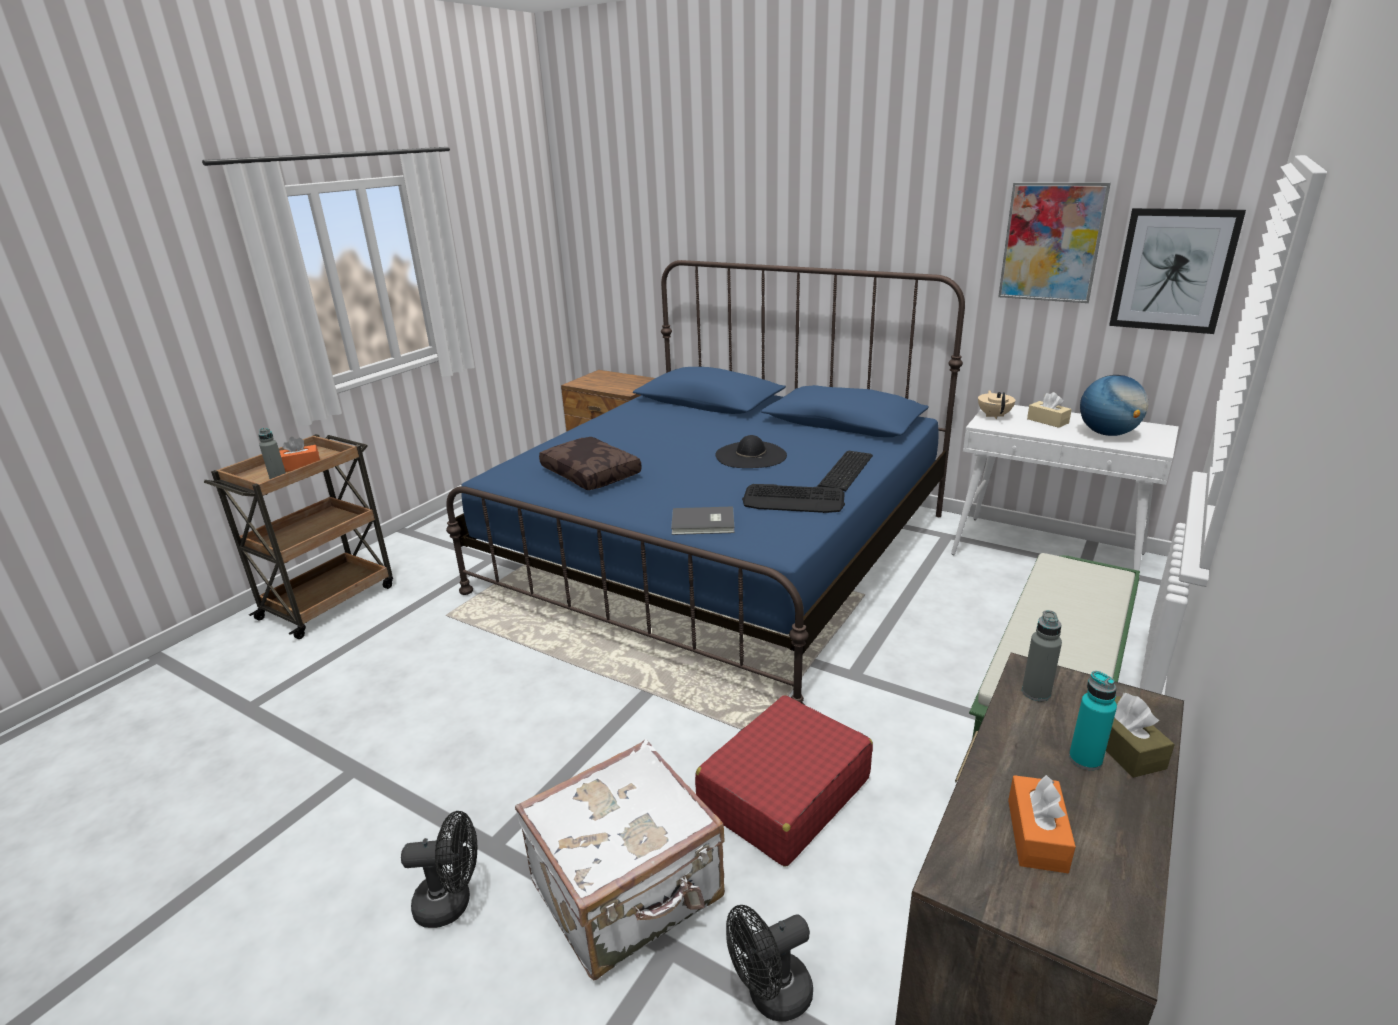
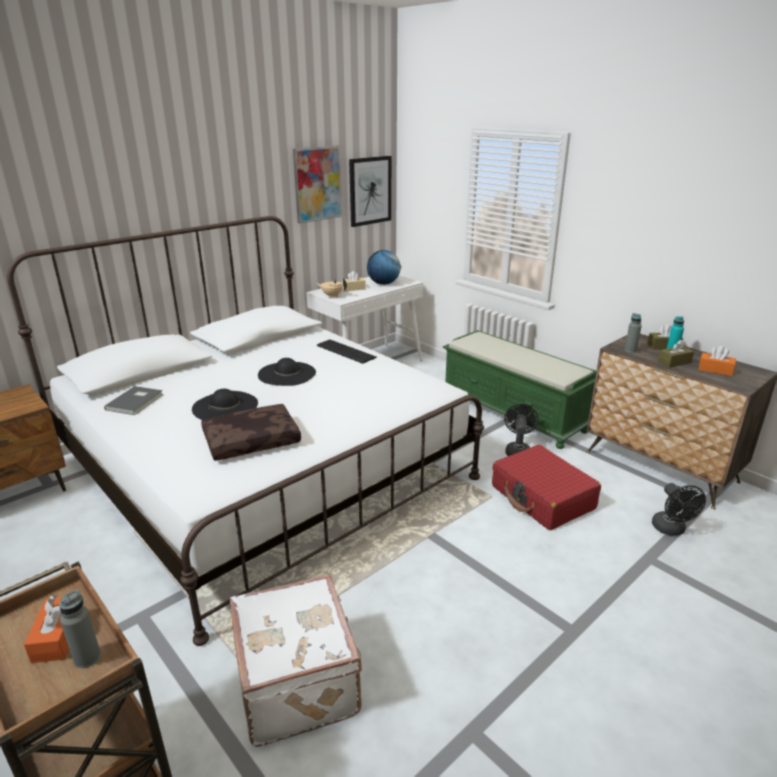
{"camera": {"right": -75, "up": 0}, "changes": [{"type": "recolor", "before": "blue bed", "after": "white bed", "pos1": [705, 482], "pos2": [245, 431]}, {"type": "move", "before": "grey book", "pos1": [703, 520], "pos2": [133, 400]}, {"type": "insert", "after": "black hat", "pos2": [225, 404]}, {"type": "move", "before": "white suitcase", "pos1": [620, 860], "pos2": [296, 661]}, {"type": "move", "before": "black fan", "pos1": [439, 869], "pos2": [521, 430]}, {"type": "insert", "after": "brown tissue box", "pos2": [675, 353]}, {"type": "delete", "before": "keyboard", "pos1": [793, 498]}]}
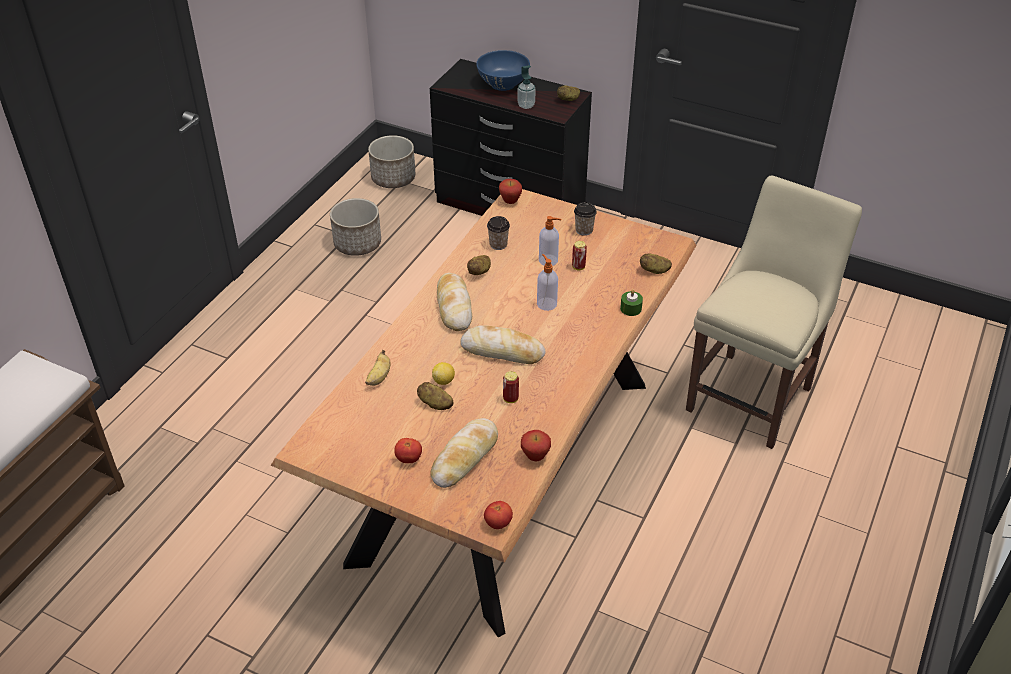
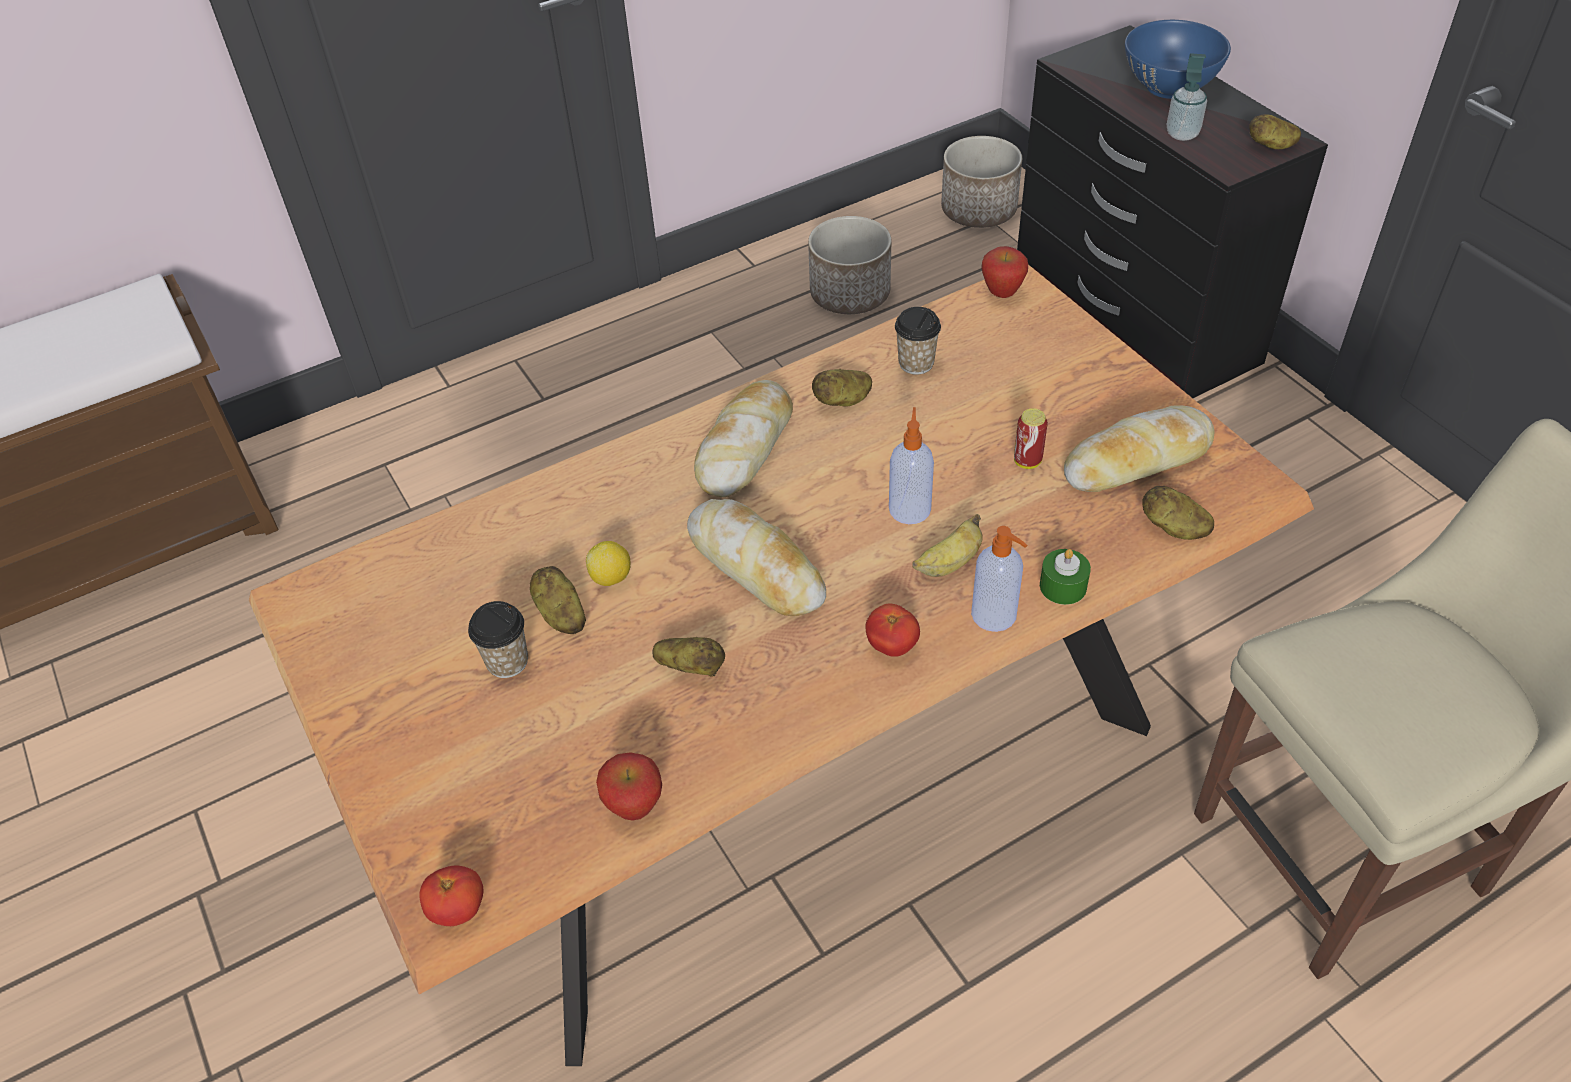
{"camera": {"right": 35, "up": 5}, "changes": [{"type": "move", "before": "cup", "pos1": [585, 219], "pos2": [498, 639]}, {"type": "replace", "before": "can", "after": "potato", "pos1": [511, 387], "pos2": [688, 657]}, {"type": "move", "before": "tomato", "pos1": [408, 450], "pos2": [892, 630]}, {"type": "move", "before": "banana", "pos1": [377, 368], "pos2": [947, 545]}, {"type": "move", "before": "soap dispenser", "pos1": [550, 241], "pos2": [999, 579]}, {"type": "move", "before": "bread", "pos1": [464, 453], "pos2": [1139, 448]}]}
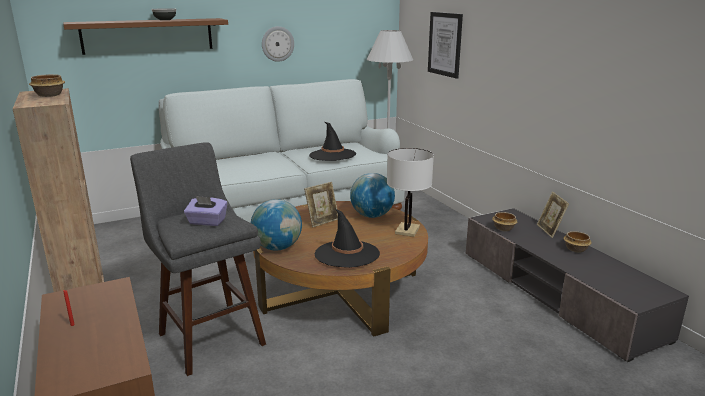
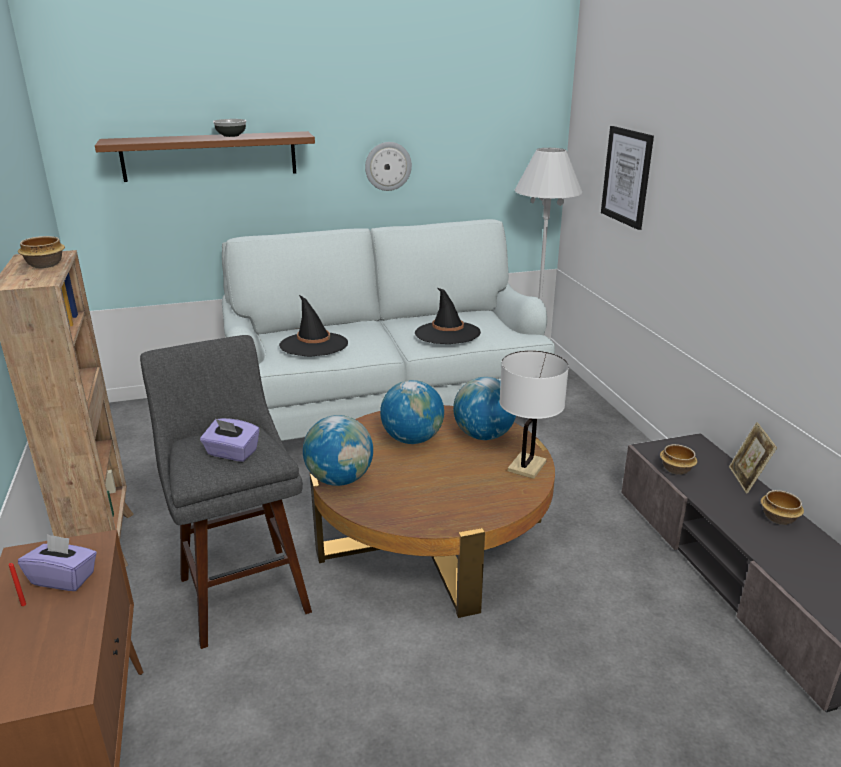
{"camera": {"right": 10, "up": 5}, "changes": [{"type": "insert", "after": "purple tissue box", "pos2": [57, 562]}, {"type": "move", "before": "black hat", "pos1": [347, 238], "pos2": [313, 325]}, {"type": "replace", "before": "picture frame", "after": "globe", "pos1": [321, 204], "pos2": [412, 412]}]}
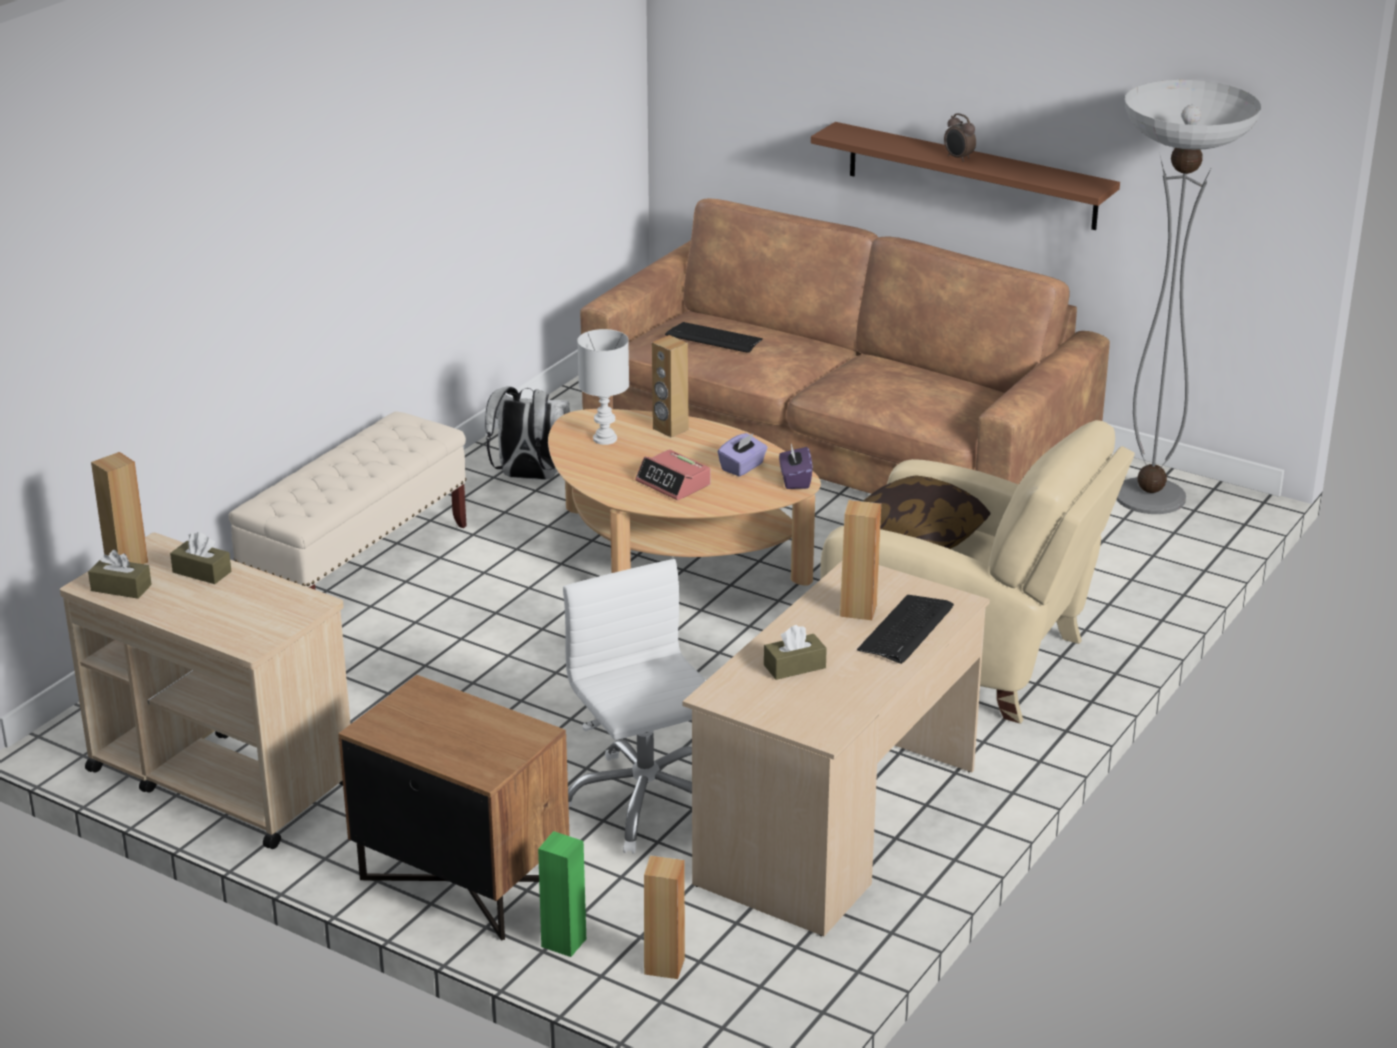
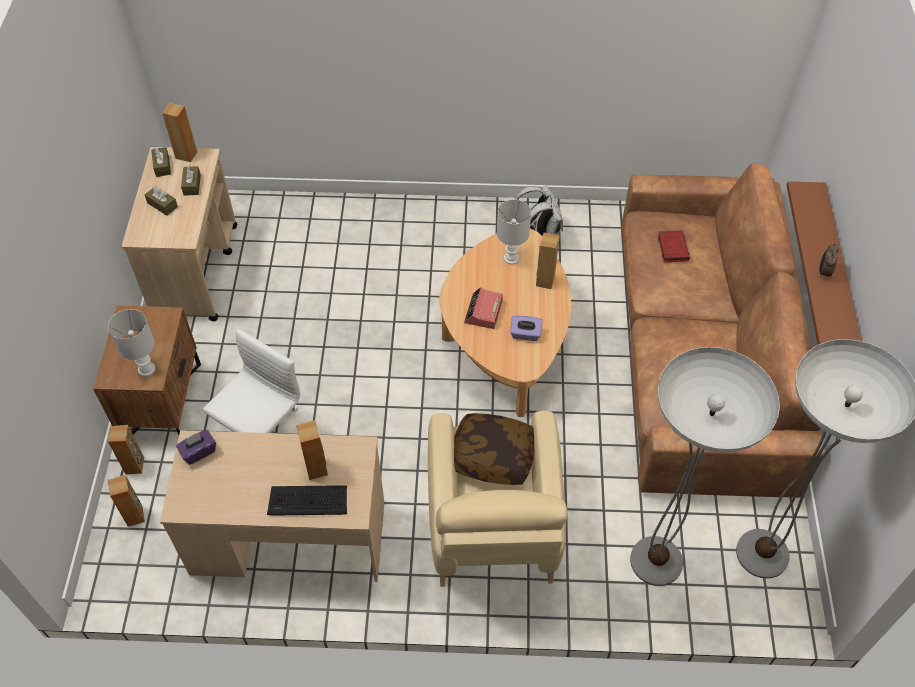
{"camera": {"right": 60, "up": 25}, "changes": [{"type": "insert", "after": "white table lamp", "pos2": [131, 343]}, {"type": "recolor", "before": "green speaker", "after": "brown speaker", "pos1": [562, 894], "pos2": [126, 449]}, {"type": "move", "before": "brown tissue box", "pos1": [795, 652], "pos2": [161, 201]}, {"type": "move", "before": "purple tissue box", "pos1": [796, 466], "pos2": [196, 447]}, {"type": "insert", "after": "floor lamp", "pos2": [705, 466]}, {"type": "replace", "before": "keyboard", "after": "red book", "pos1": [714, 337], "pos2": [674, 246]}, {"type": "delete", "before": "beige bench", "pos1": [347, 500]}]}
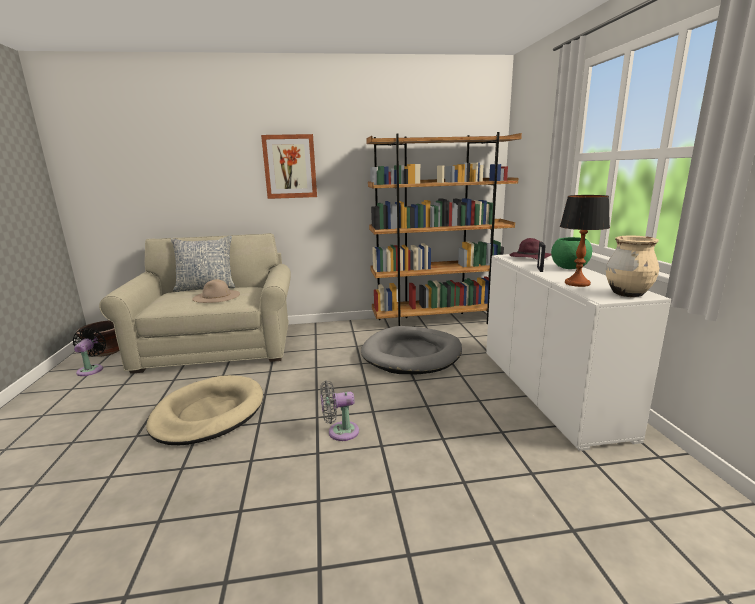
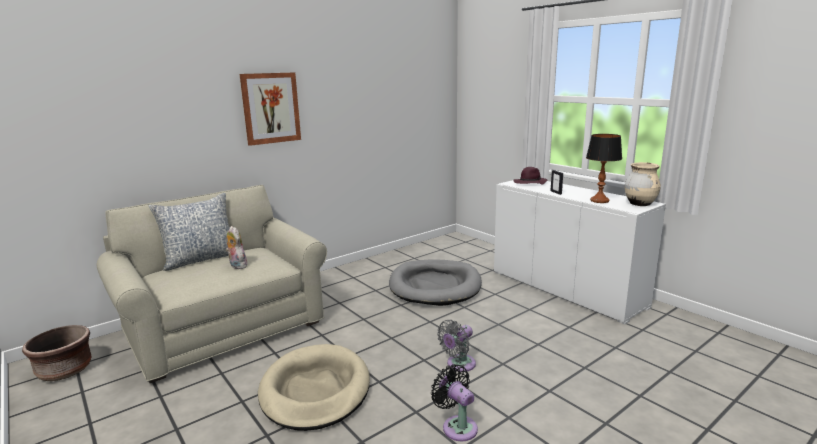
{"camera": {"right": -30, "up": 0}, "changes": [{"type": "replace", "before": "beige hat", "after": "plush toy", "pos1": [216, 291], "pos2": [236, 247]}, {"type": "move", "before": "black fan", "pos1": [89, 352], "pos2": [454, 402]}, {"type": "delete", "before": "brown bookcase", "pos1": [444, 229]}, {"type": "delete", "before": "green bowl", "pos1": [571, 253]}]}
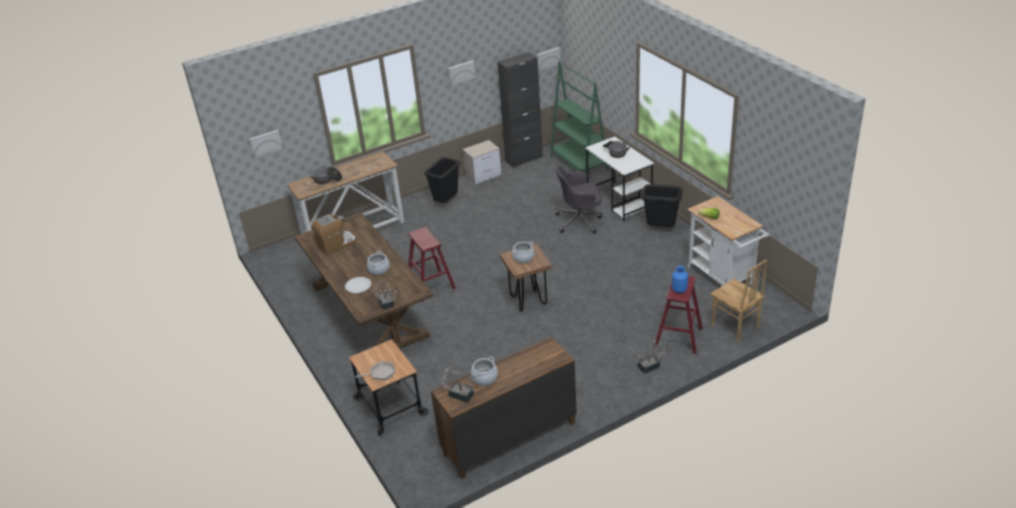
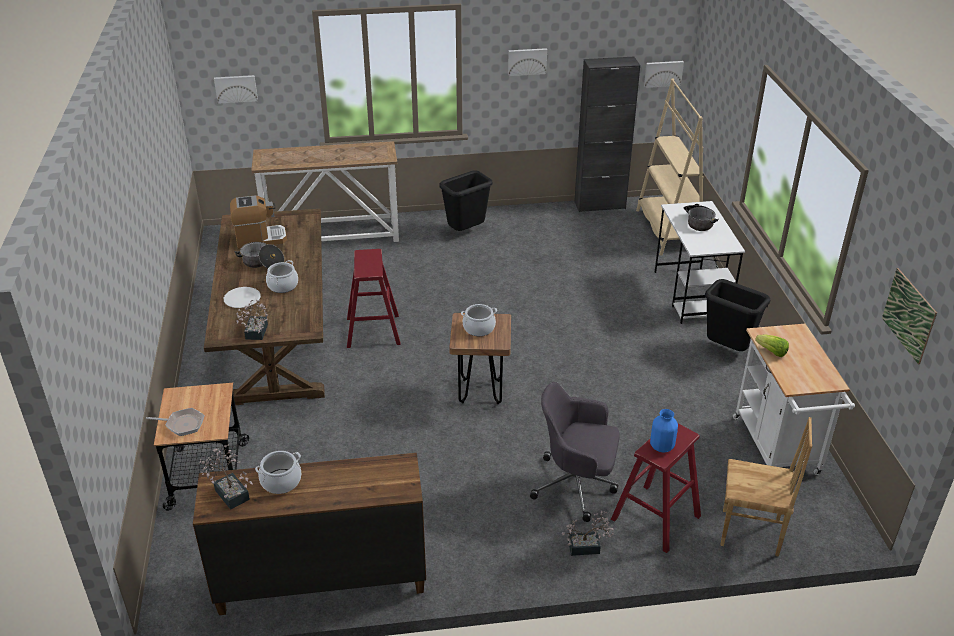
{"camera": {"right": 20, "up": 0}, "changes": [{"type": "move", "before": "cooking pot", "pos1": [326, 175], "pos2": [259, 255]}, {"type": "move", "before": "grey office chair", "pos1": [578, 199], "pos2": [575, 452]}, {"type": "recolor", "before": "green bookcase", "after": "beige bookcase", "pos1": [579, 117], "pos2": [670, 167]}, {"type": "rotate", "before": "brown chair", "pos1": [738, 301], "pos2": [766, 487], "turn": -60}, {"type": "insert", "after": "picture", "pos2": [909, 316]}, {"type": "delete", "before": "nightstand", "pos1": [482, 162]}]}
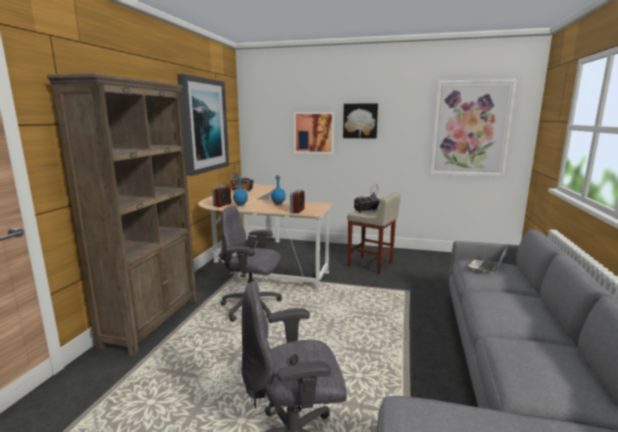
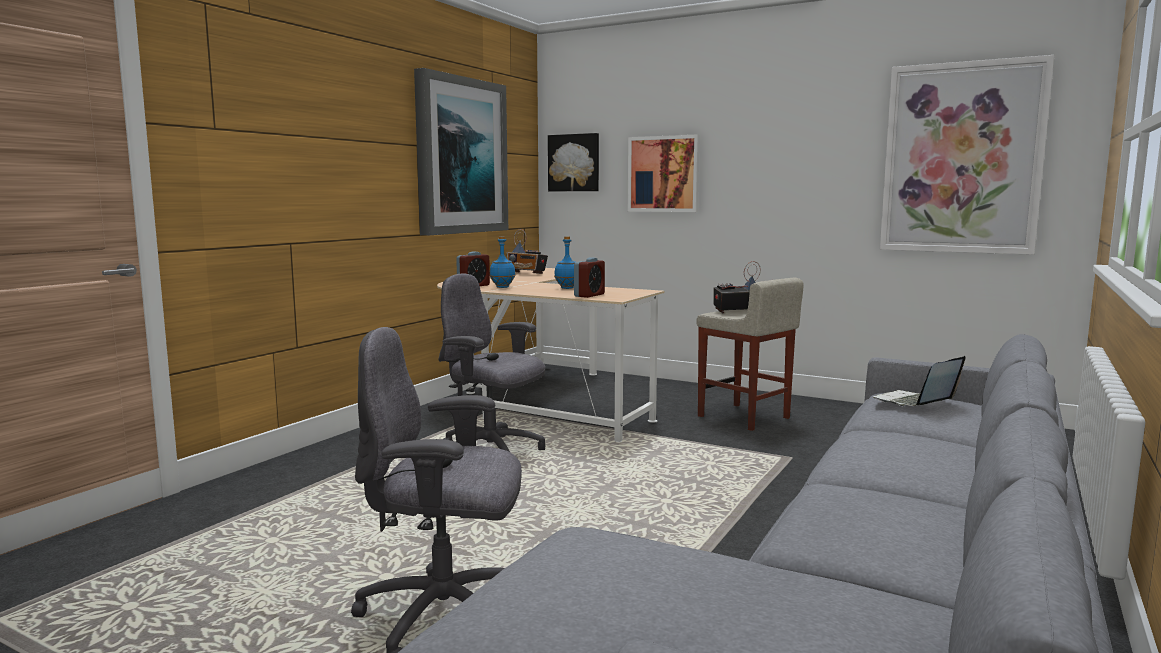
{"camera": {"right": 15, "up": -5}, "changes": [{"type": "move", "before": "picture", "pos1": [360, 121], "pos2": [573, 162]}, {"type": "delete", "before": "brown bookcase", "pos1": [122, 215]}]}
